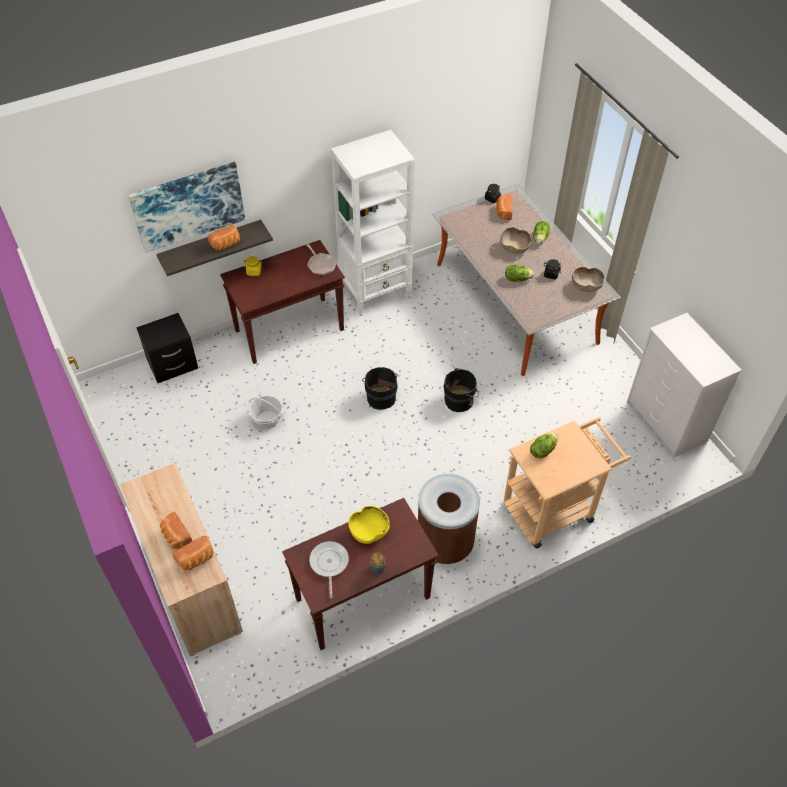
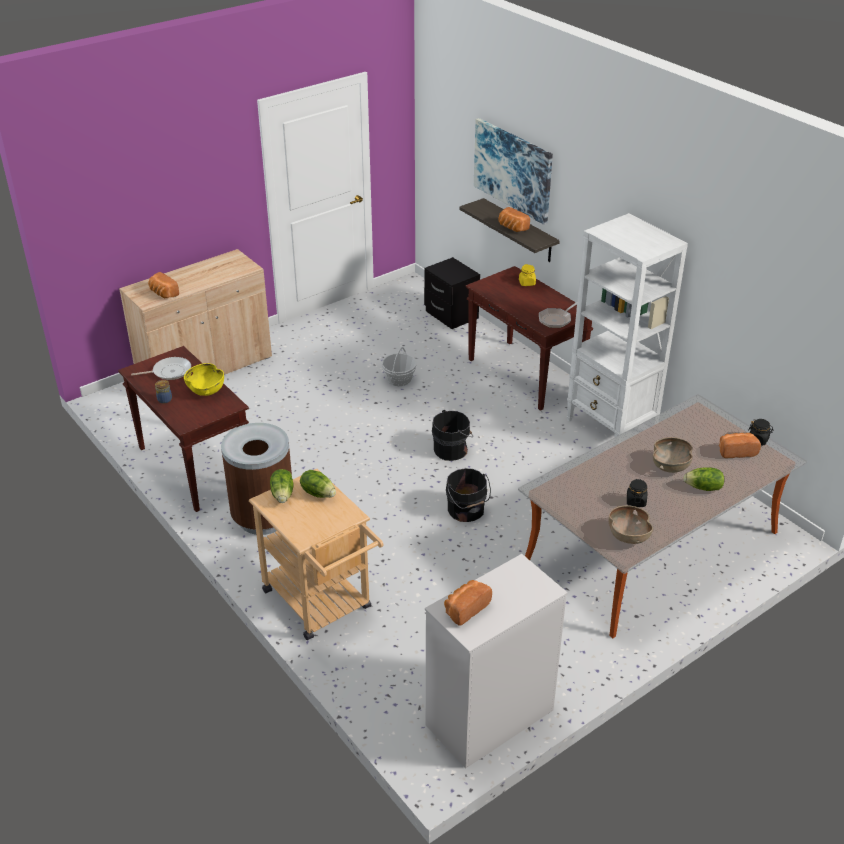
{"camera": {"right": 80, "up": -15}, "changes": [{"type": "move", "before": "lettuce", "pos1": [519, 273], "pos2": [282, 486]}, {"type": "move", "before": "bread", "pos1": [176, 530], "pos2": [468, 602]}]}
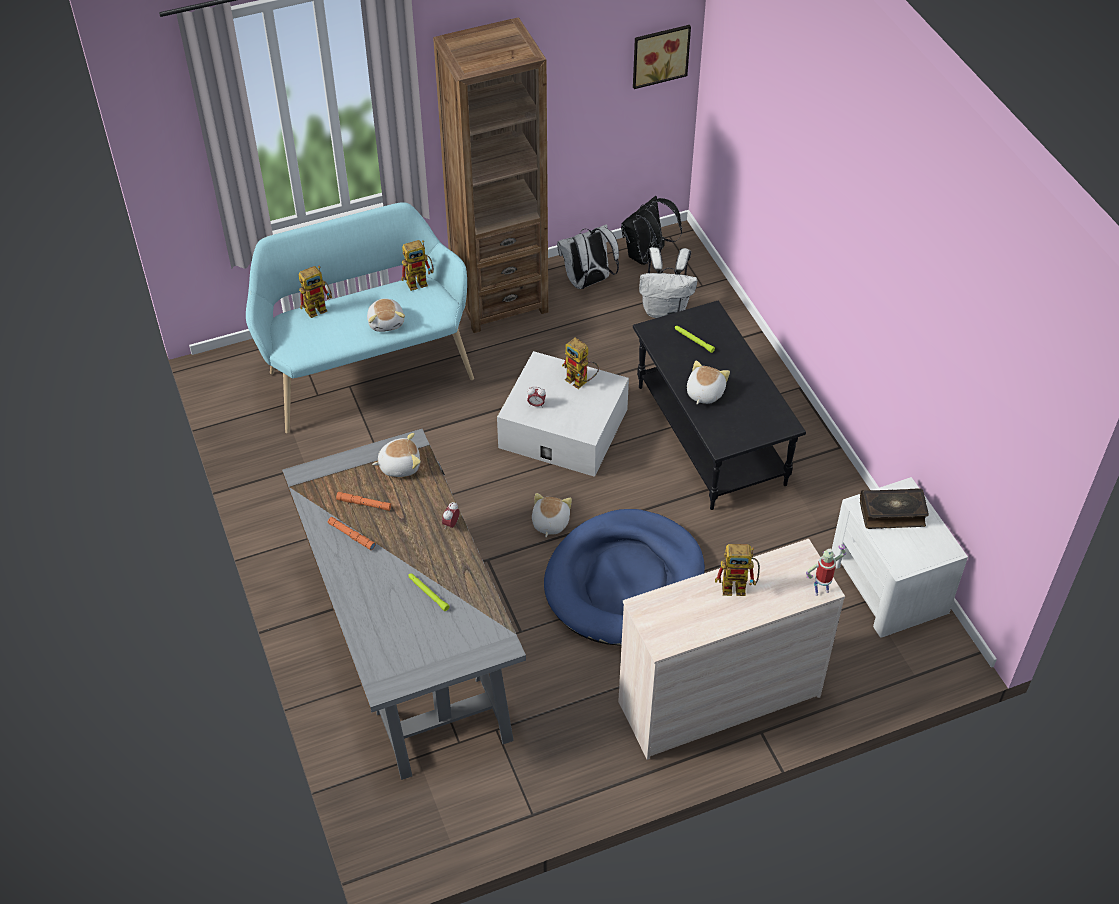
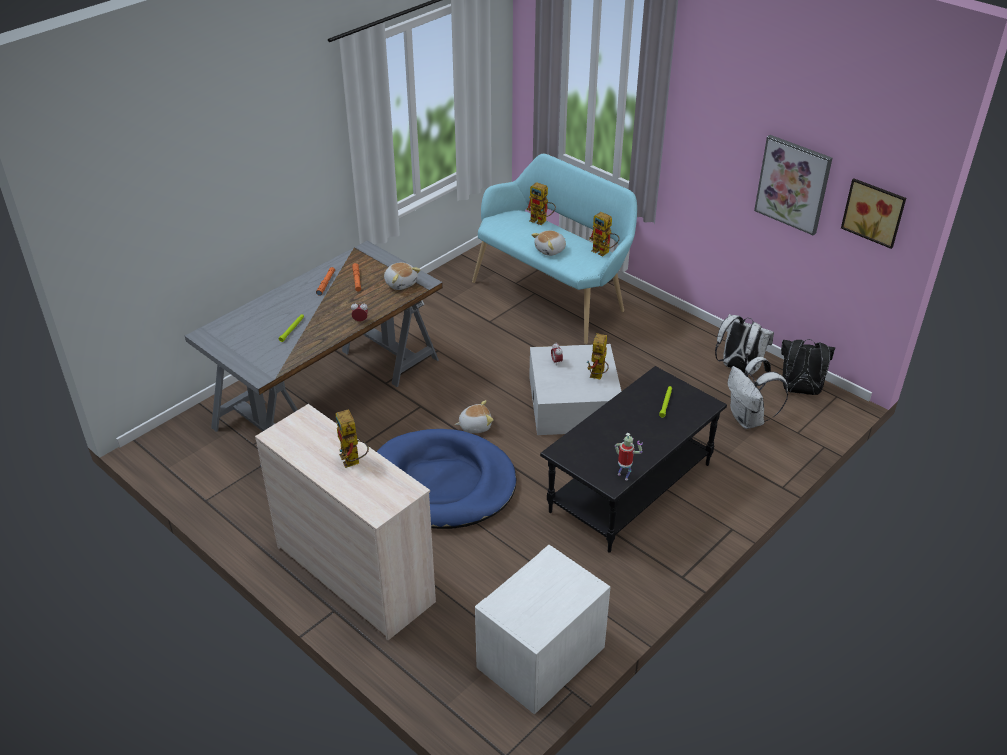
{"camera": {"right": 65, "up": -10}, "changes": [{"type": "move", "before": "toy robot", "pos1": [826, 570], "pos2": [629, 457]}, {"type": "insert", "after": "picture", "pos2": [793, 185]}, {"type": "delete", "before": "brown bookcase", "pos1": [490, 175]}, {"type": "delete", "before": "plush toy", "pos1": [708, 382]}, {"type": "delete", "before": "book", "pos1": [894, 508]}]}
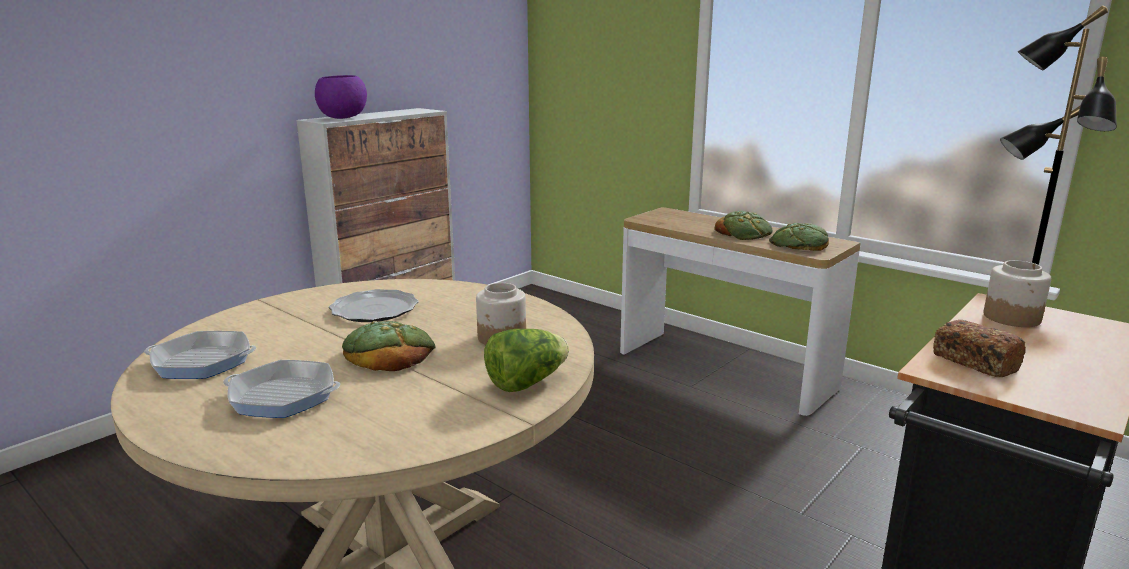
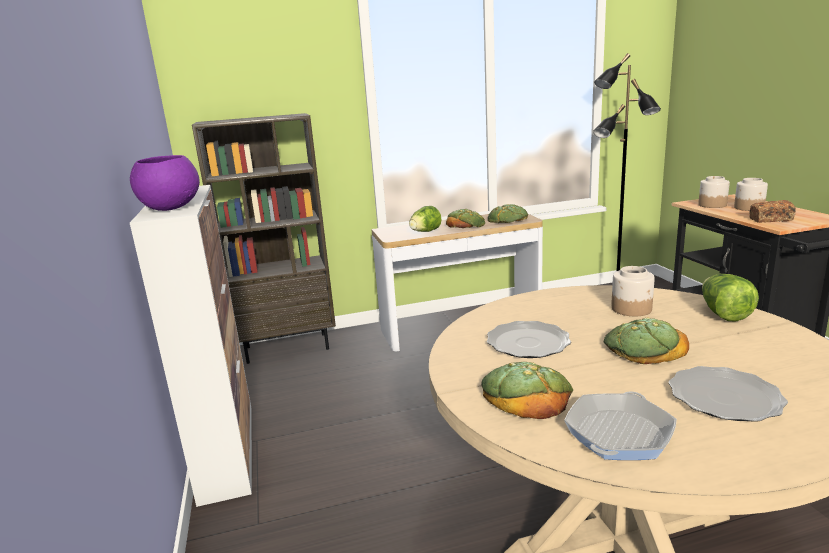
{"camera": {"right": -55, "up": 0}, "changes": [{"type": "insert", "after": "brown bookcase", "pos2": [264, 238]}, {"type": "insert", "after": "lettuce", "pos2": [425, 219]}, {"type": "insert", "after": "bread", "pos2": [527, 390]}, {"type": "replace", "before": "frying pan", "after": "plate", "pos1": [282, 389], "pos2": [728, 394]}, {"type": "insert", "after": "jar", "pos2": [751, 194]}]}
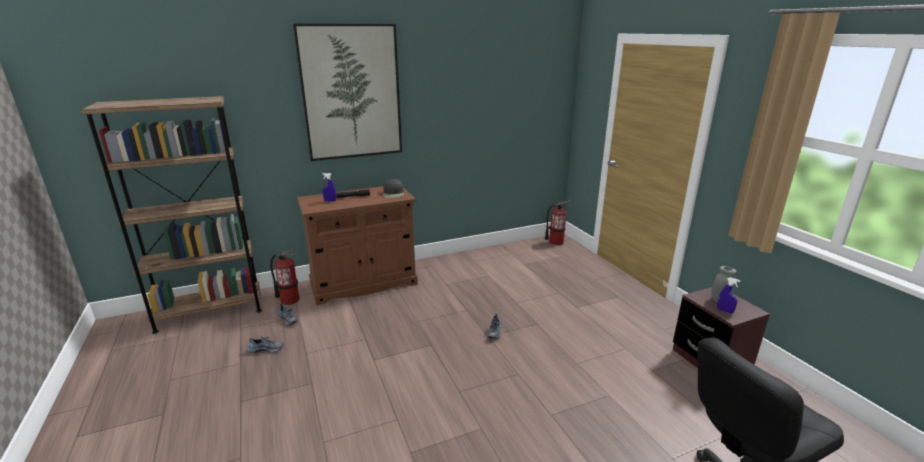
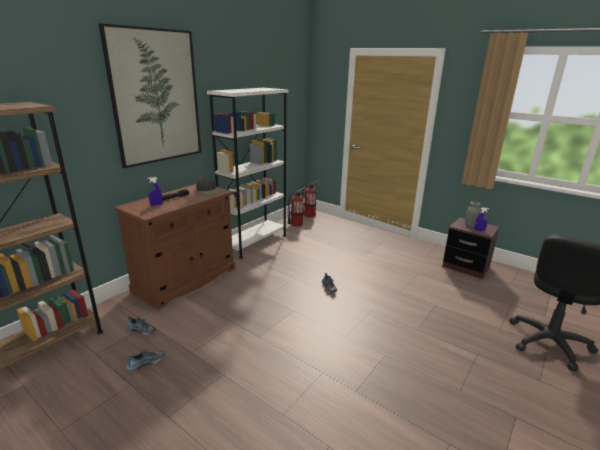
{"camera": {"right": -30, "up": 0}, "changes": [{"type": "insert", "after": "white bookcase", "pos2": [248, 173]}, {"type": "move", "before": "fire extinguisher", "pos1": [285, 277], "pos2": [297, 207]}]}
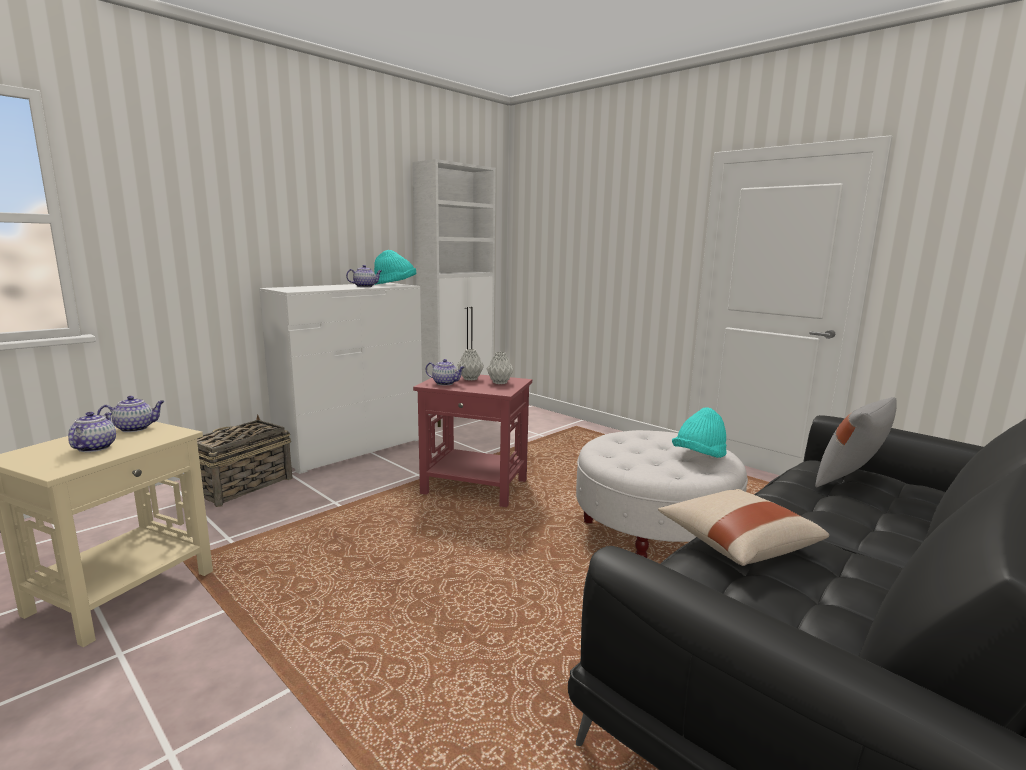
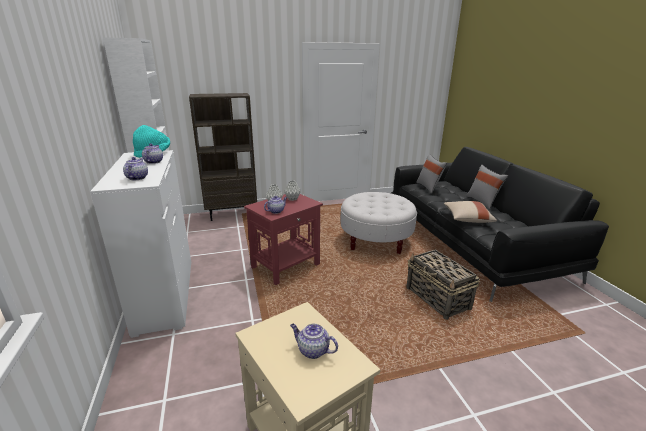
{"camera": {"right": -60, "up": 10}, "changes": [{"type": "move", "before": "teapot", "pos1": [131, 414], "pos2": [135, 168]}, {"type": "insert", "after": "brown bookcase", "pos2": [223, 157]}, {"type": "move", "before": "basket", "pos1": [245, 460], "pos2": [443, 285]}, {"type": "insert", "after": "grey pillow", "pos2": [487, 187]}, {"type": "delete", "before": "turquoise hat", "pos1": [699, 432]}]}
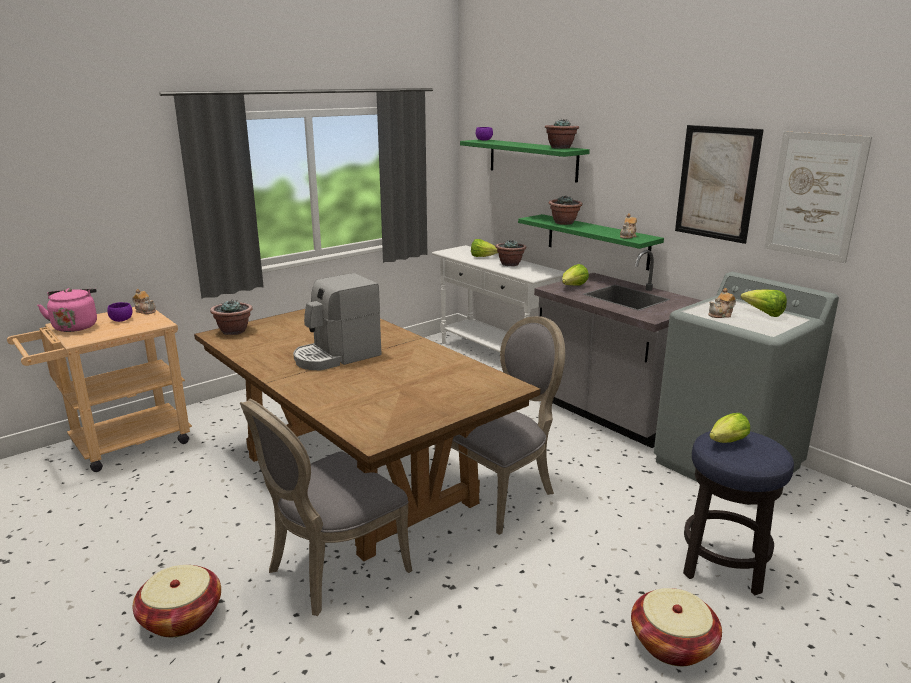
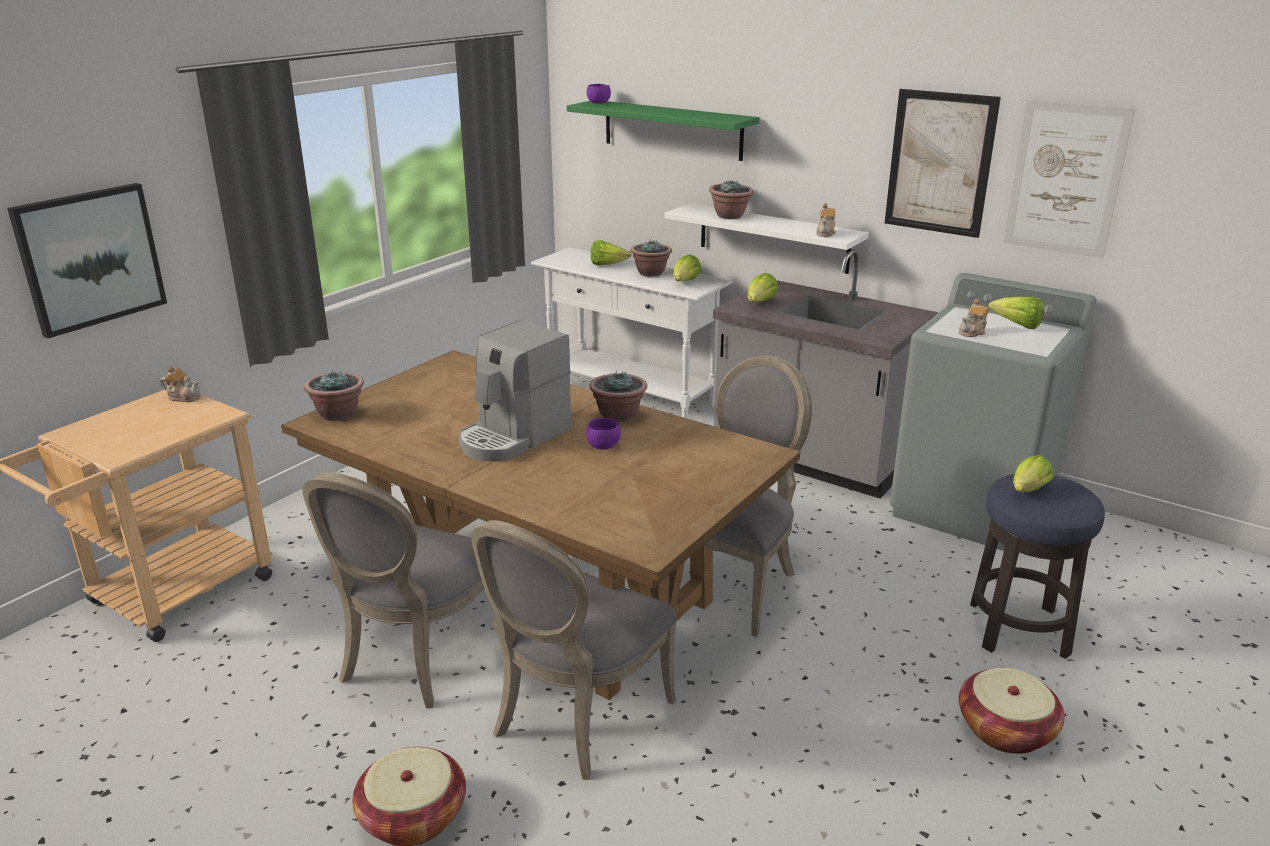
{"camera": {"right": -15, "up": 5}, "changes": [{"type": "insert", "after": "picture", "pos2": [87, 260]}, {"type": "insert", "after": "grey chair", "pos2": [393, 590]}, {"type": "move", "before": "purple bowl", "pos1": [120, 312], "pos2": [603, 434]}, {"type": "move", "before": "potted plant", "pos1": [562, 134], "pos2": [618, 396]}, {"type": "recolor", "before": "green shelf", "after": "white shelf", "pos1": [591, 242], "pos2": [767, 238]}, {"type": "insert", "after": "lettuce", "pos2": [687, 267]}, {"type": "delete", "before": "pink kettle", "pos1": [67, 310]}]}
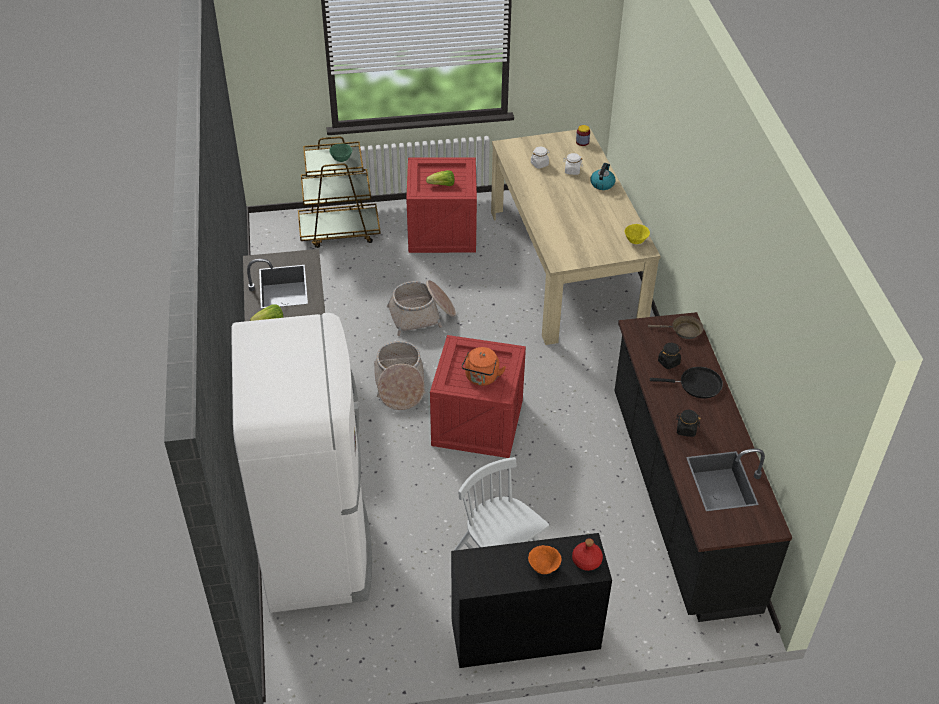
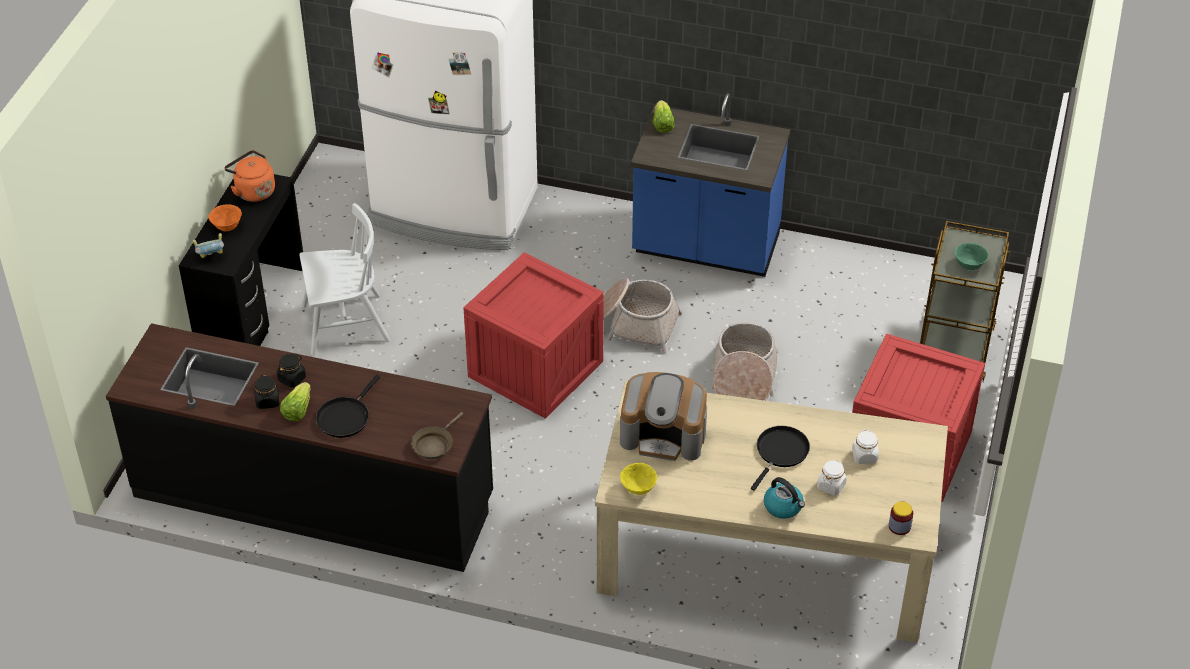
{"camera": {"right": 115, "up": 0}, "changes": [{"type": "replace", "before": "red bottle", "after": "bowl", "pos1": [587, 554], "pos2": [208, 245]}, {"type": "move", "before": "orange kettle", "pos1": [484, 366], "pos2": [249, 176]}, {"type": "move", "before": "black jar", "pos1": [669, 356], "pos2": [266, 391]}, {"type": "move", "before": "lettuce", "pos1": [440, 178], "pos2": [295, 401]}, {"type": "insert", "after": "coffee machine", "pos2": [663, 416]}, {"type": "insert", "after": "black frying pan", "pos2": [780, 458]}]}
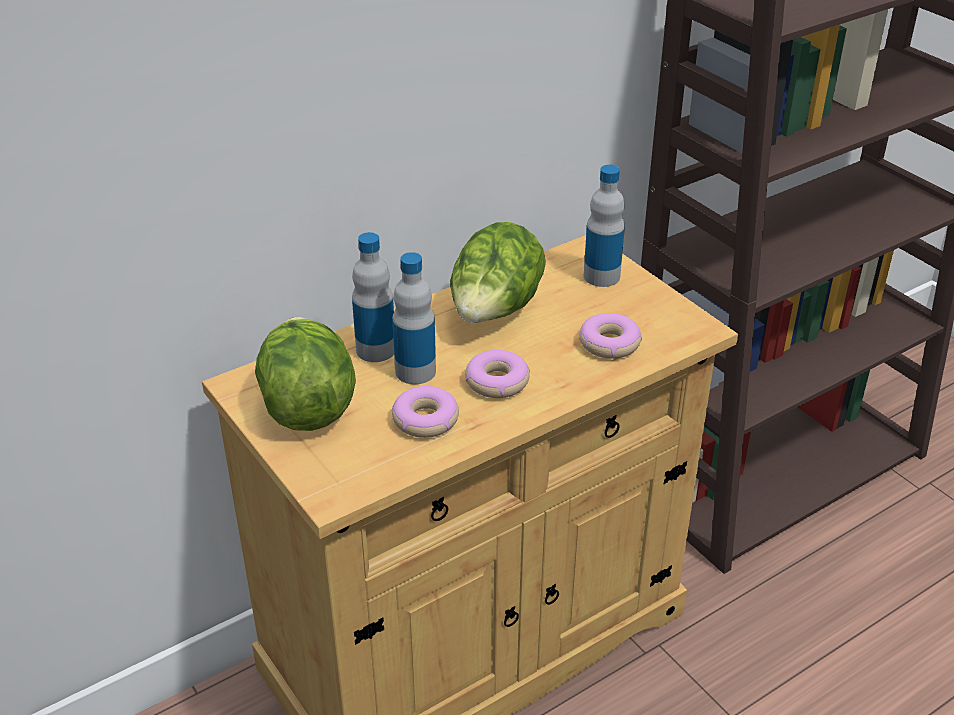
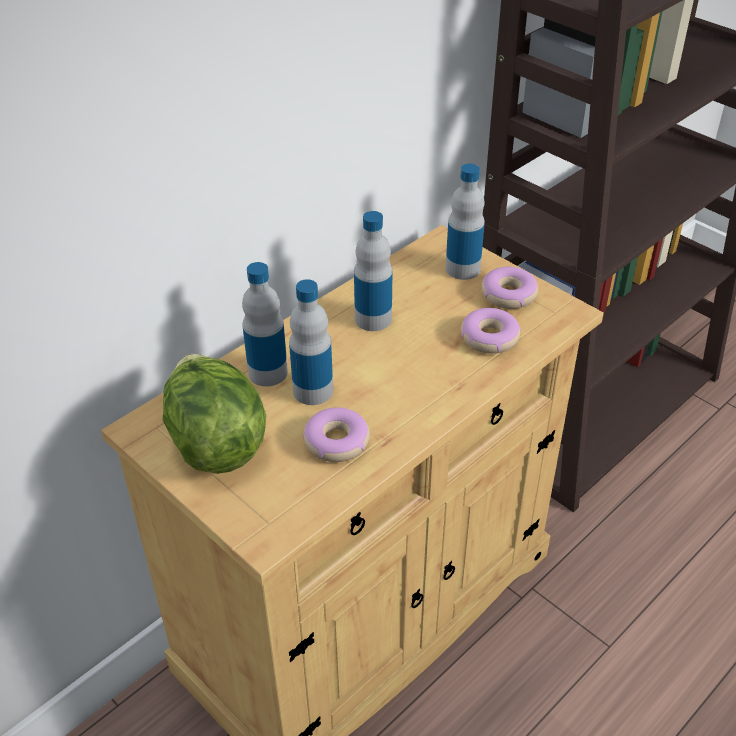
{"camera": {"right": -10, "up": 5}, "changes": [{"type": "replace", "before": "lettuce", "after": "bottle", "pos1": [498, 272], "pos2": [373, 271]}, {"type": "move", "before": "donut", "pos1": [497, 374], "pos2": [509, 288]}]}
